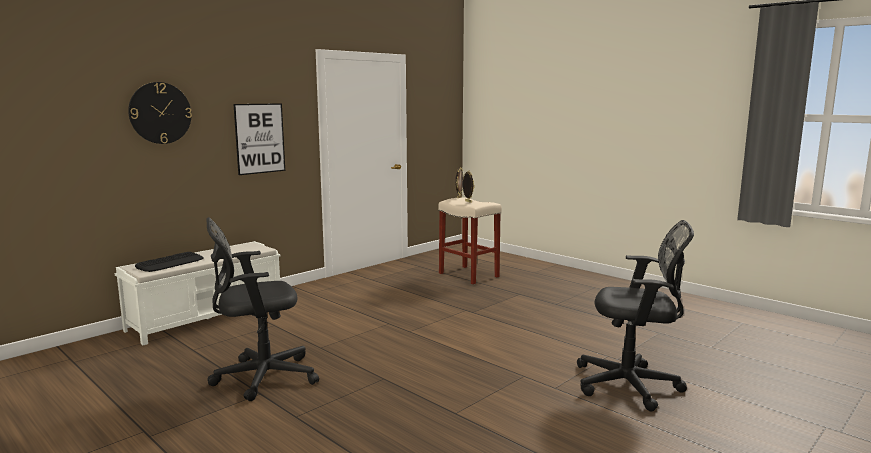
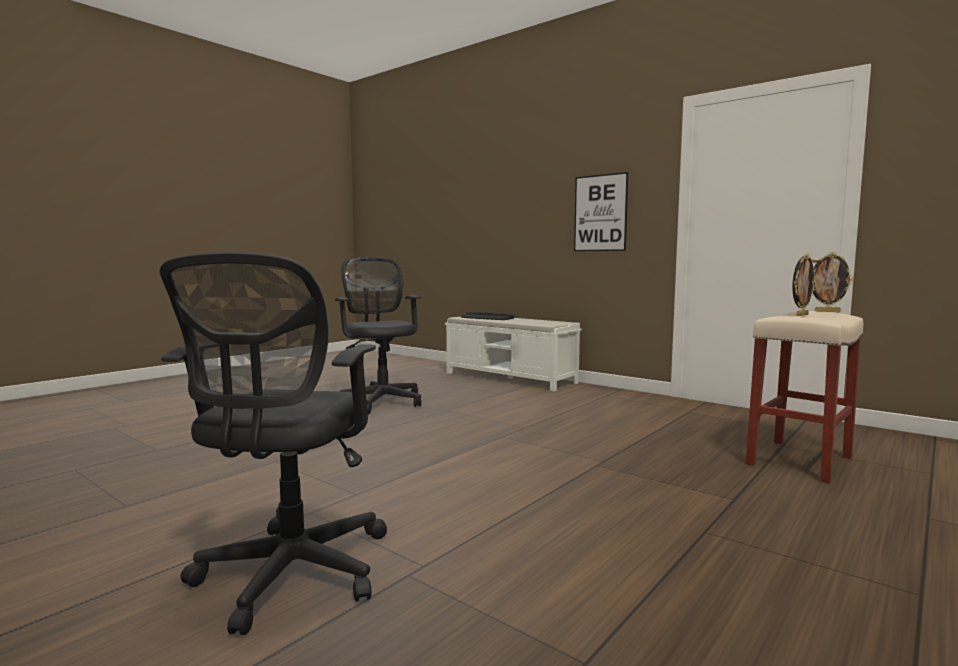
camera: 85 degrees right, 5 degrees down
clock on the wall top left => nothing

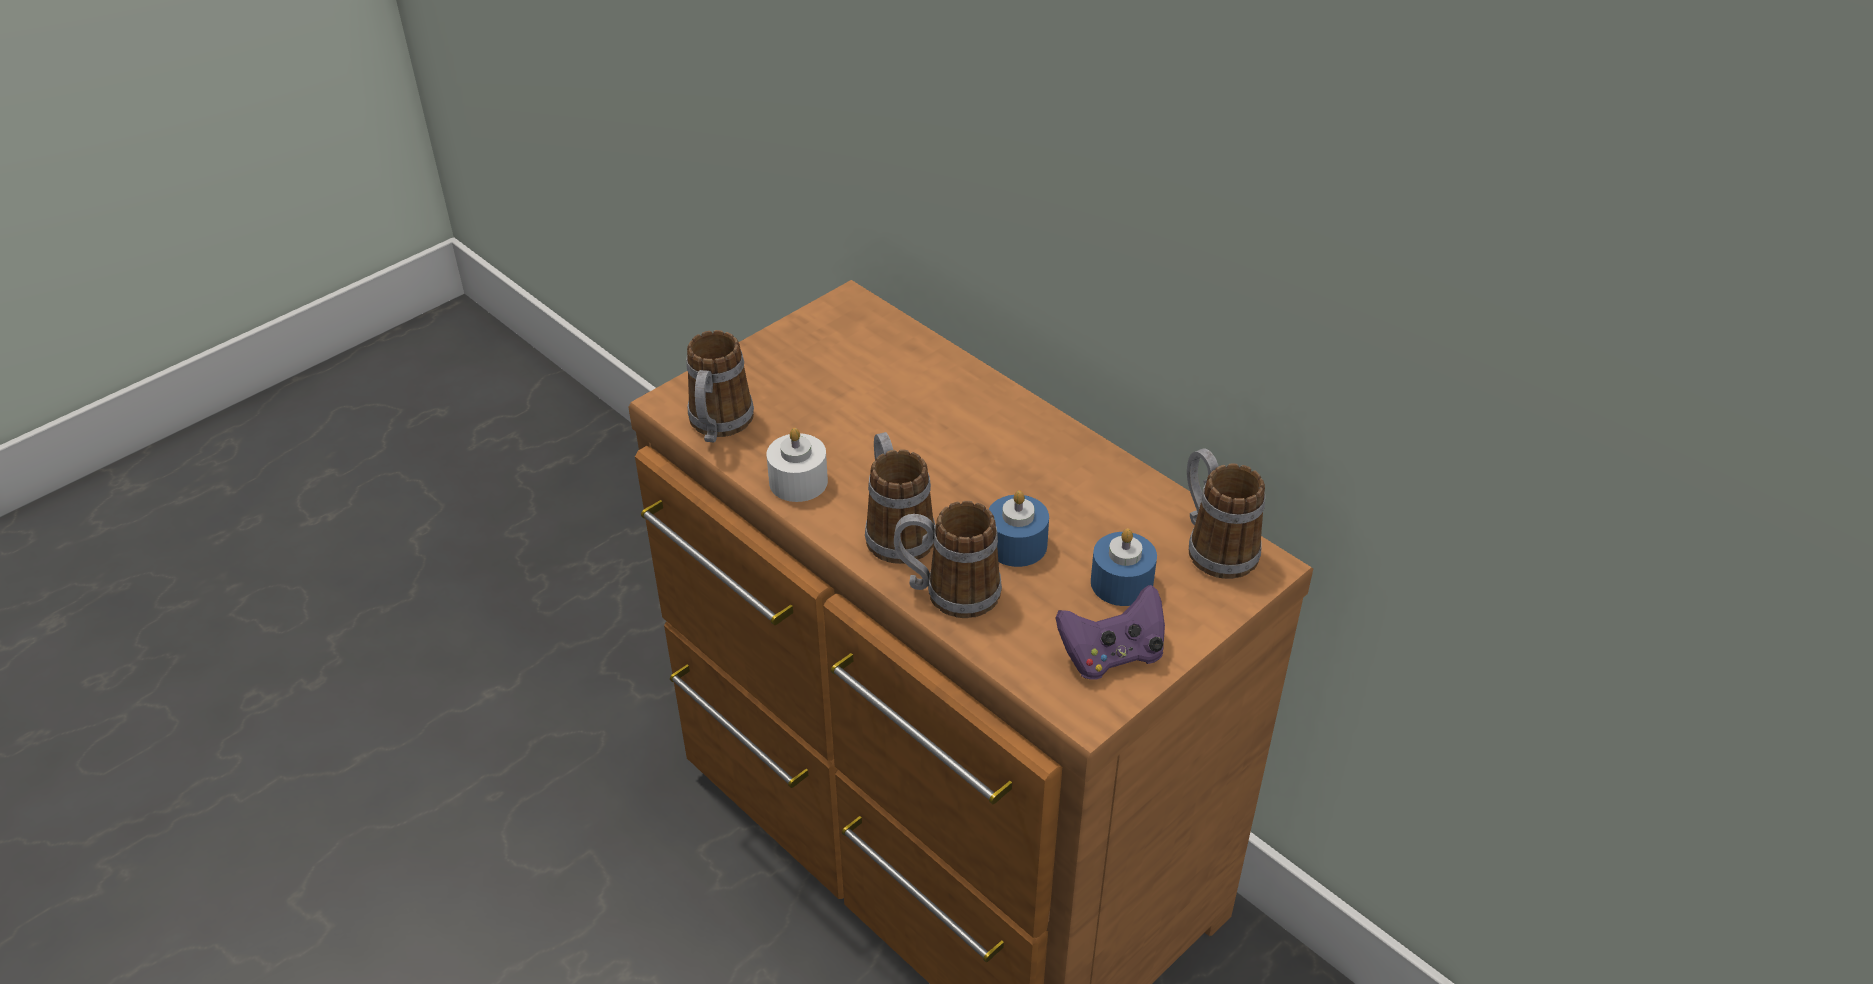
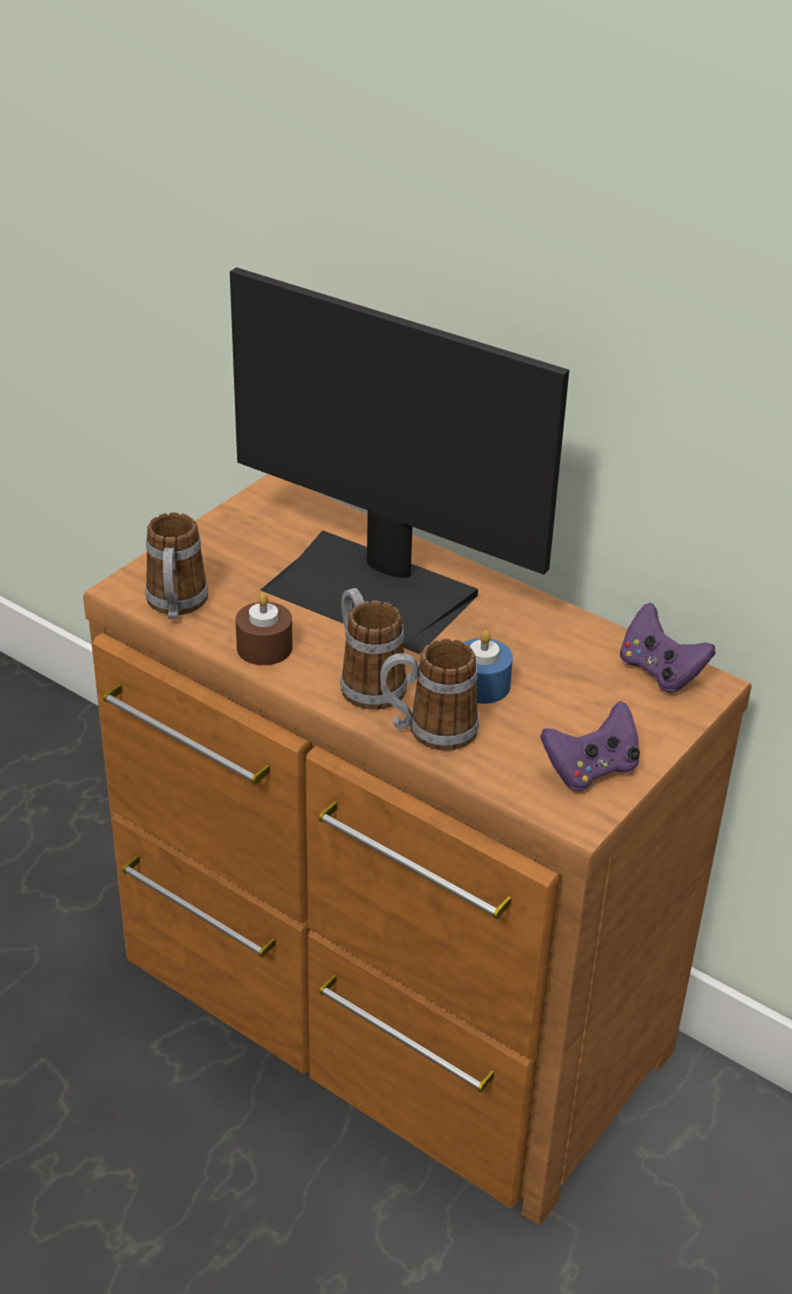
camera: 10 degrees left, 5 degrees down
white-coloured wax light centre => brown wax light centre
blue-coloured wax light (2nd from left) centre => nothing
tea mug (4th from left) centre => purplish joypad (2nd from left) middle right
nothing => computer display centre

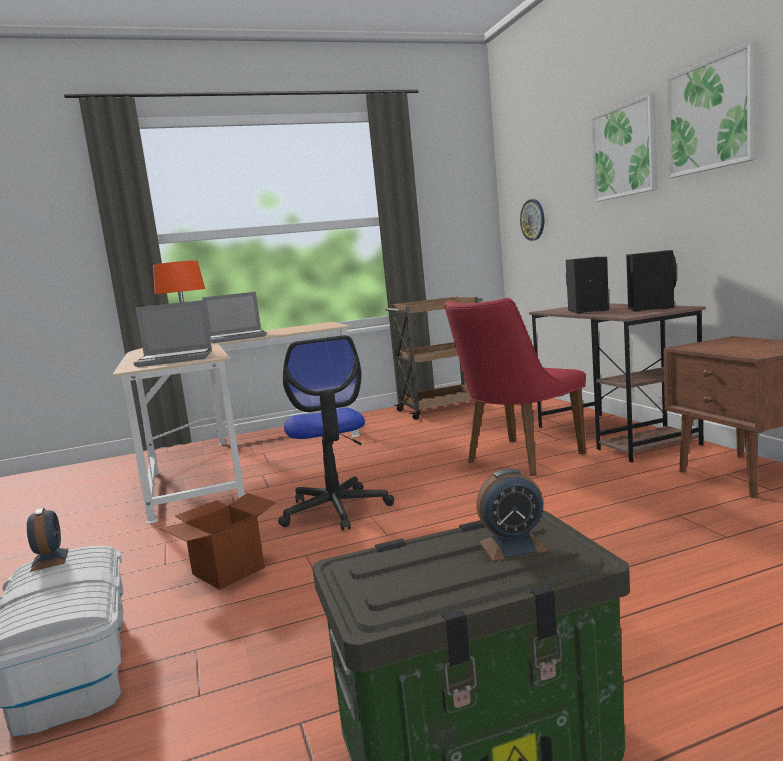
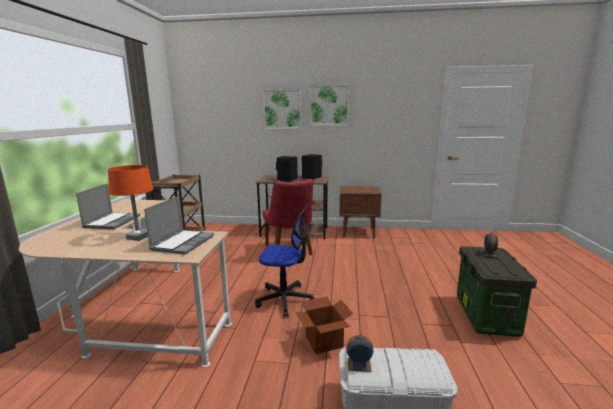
camera: 65 degrees left, 5 degrees up
clock on the wall top right => nothing

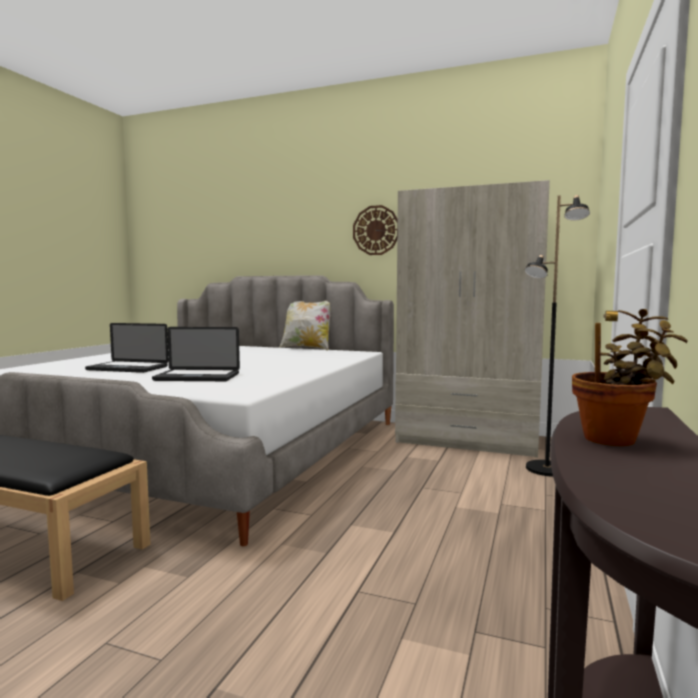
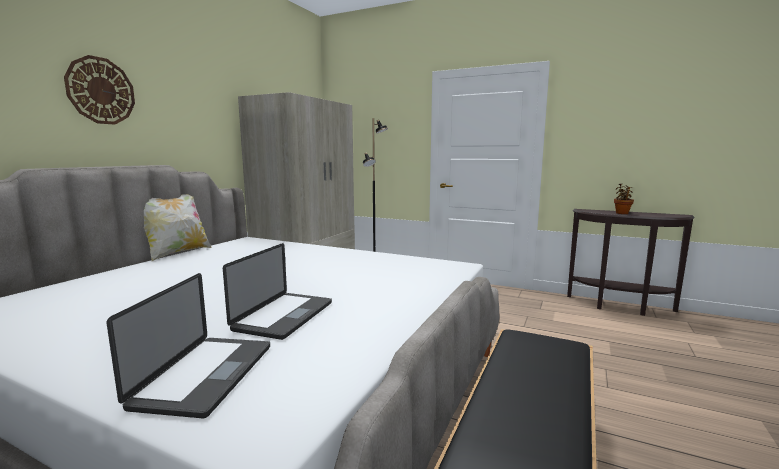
camera: 85 degrees left, 5 degrees up
portable computer (2nd from left in the first image) middle left => portable computer (1st from left) bottom left, move
clock on the wall top centre => clock on the wall top left, move

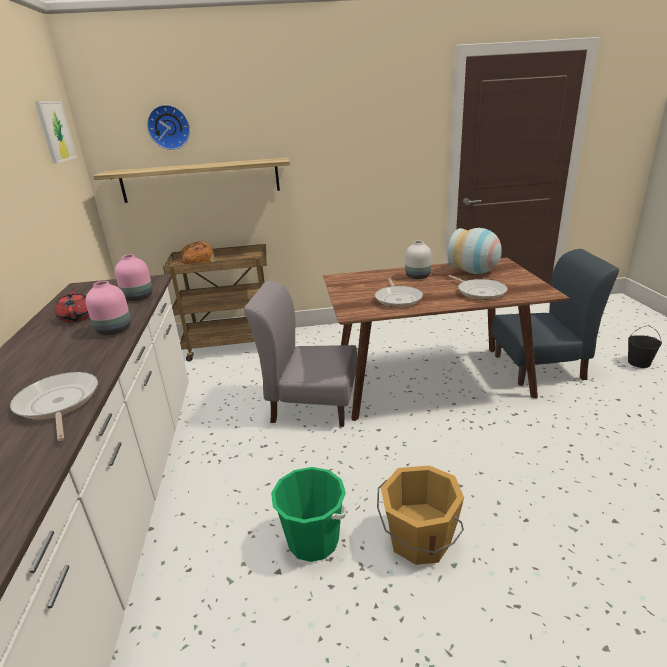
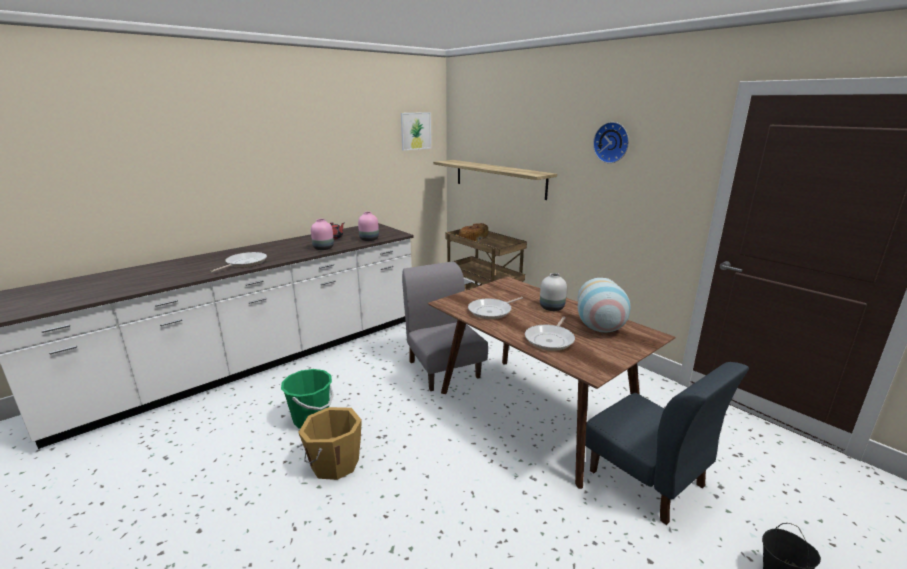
camera: 55 degrees right, 5 degrees down
clock on the wall top left => clock on the wall top right, move

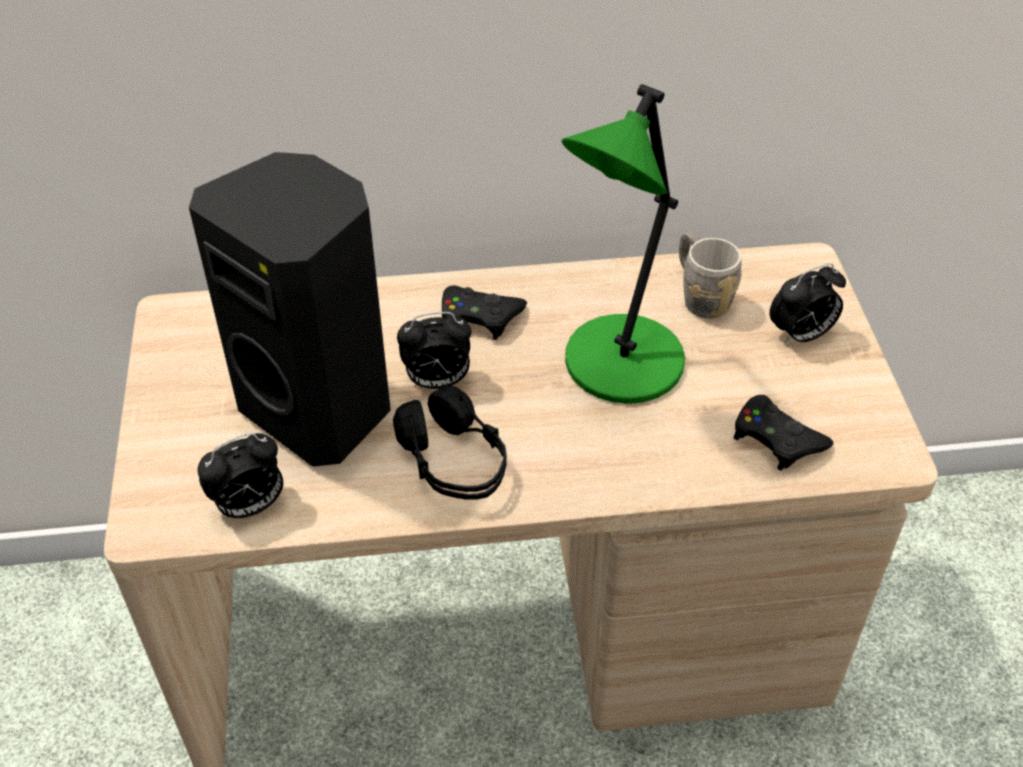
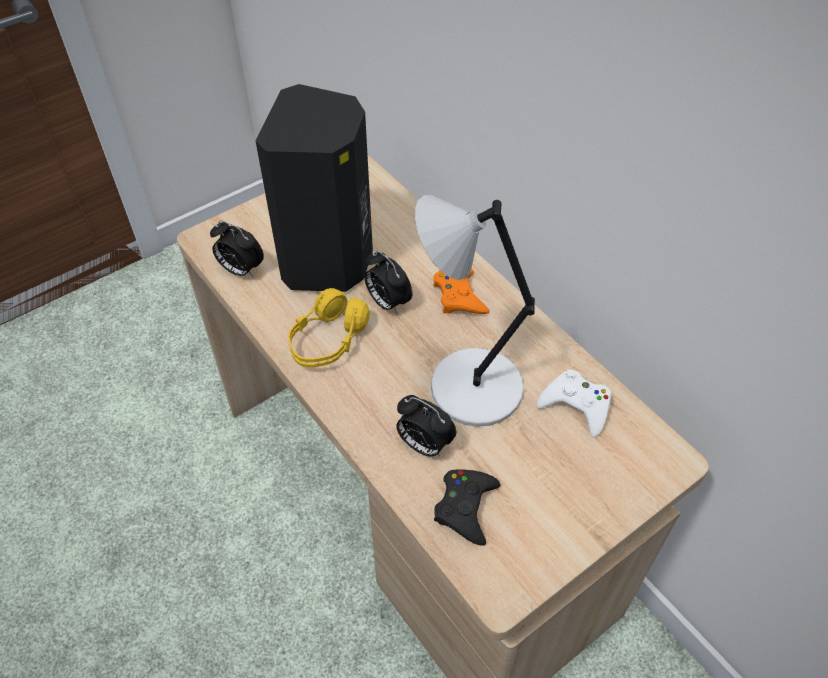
camera: 60 degrees right, 5 degrees up
black-coloured headphones centre => yellow-coloured headphones centre
black-coloured joypad (1st from left) centre => orange-coloured joypad centre
green-coloured tabletop lamp top centre => gray tabletop lamp centre
gray tea mug middle right => white-coloured joypad middle right
bedside clock (3rd from left) middle right => bedside clock (3rd from left) centre, move

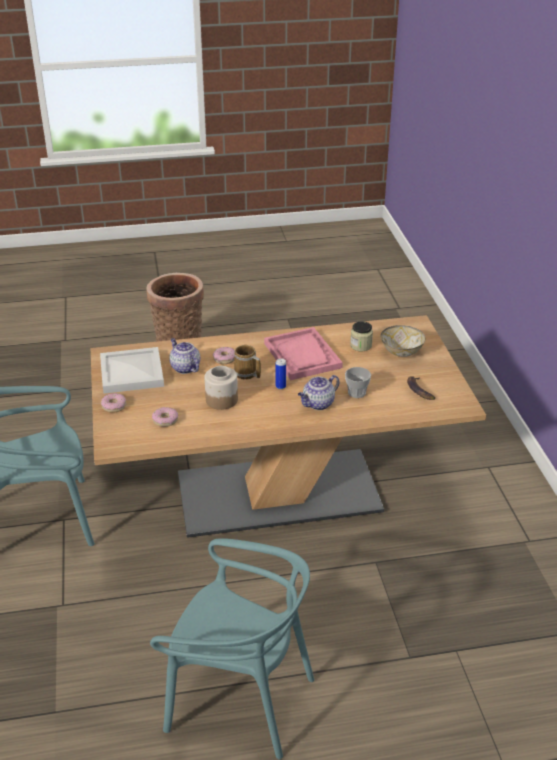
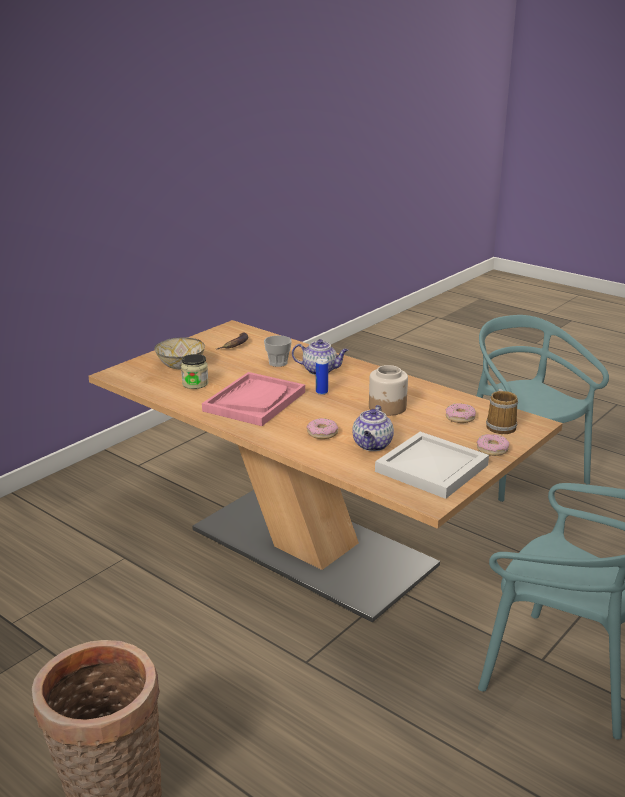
camera: 130 degrees left, 10 degrees down
tea mug centre => tea mug middle right, move

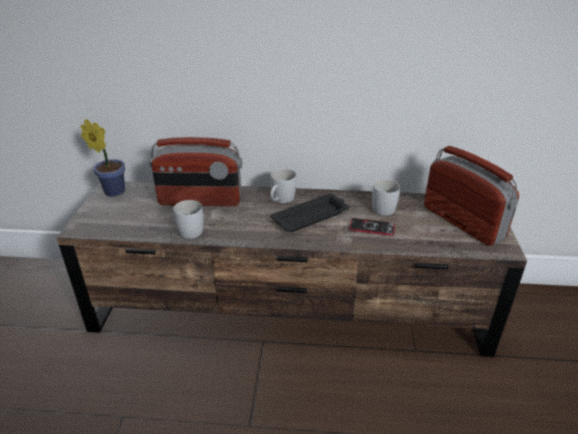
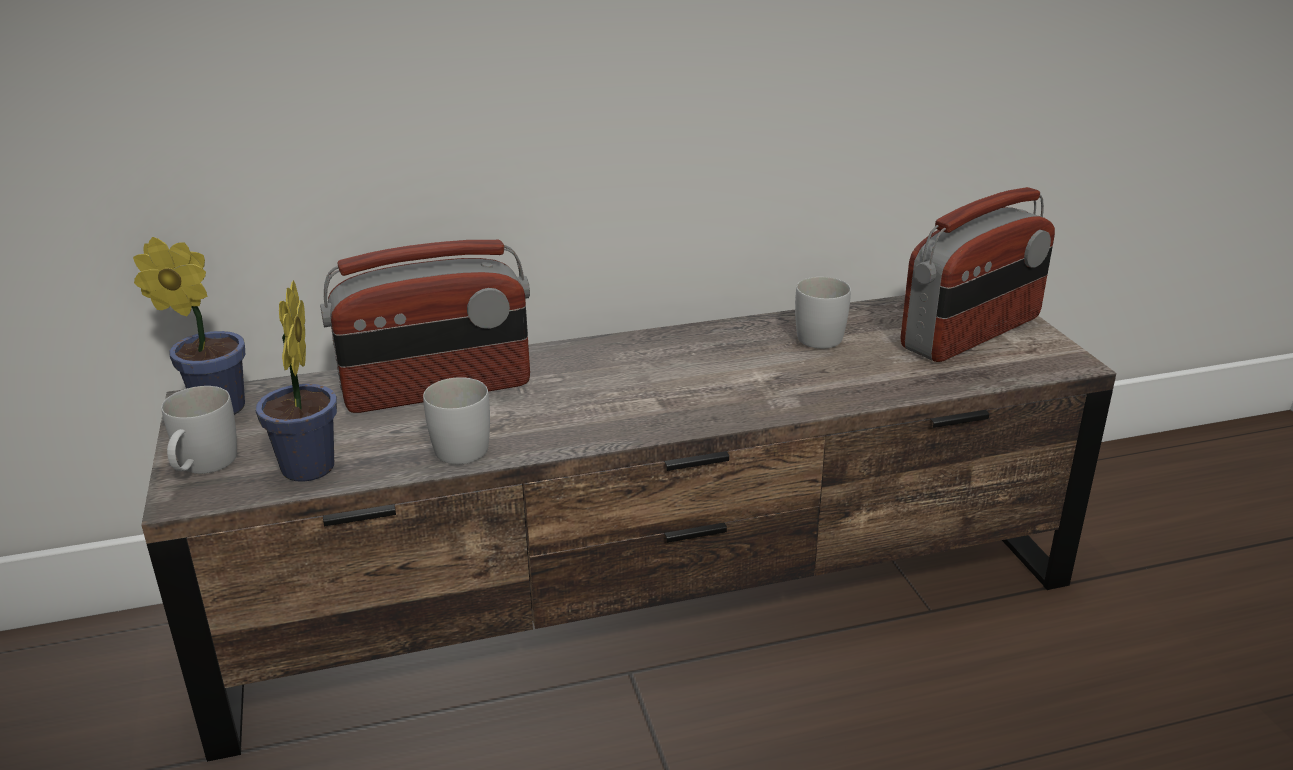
camera: 20 degrees left, 5 degrees down
white-coloured tea mug (2nd from left in the first image) centre => white-coloured tea mug (1st from left) middle left, move
black-coloured serving tray centre => nothing
handset centre => nothing
radio set (2nd from left) middle right, 105 degrees clockwise
nothing => potted plant (2nd from left) middle left

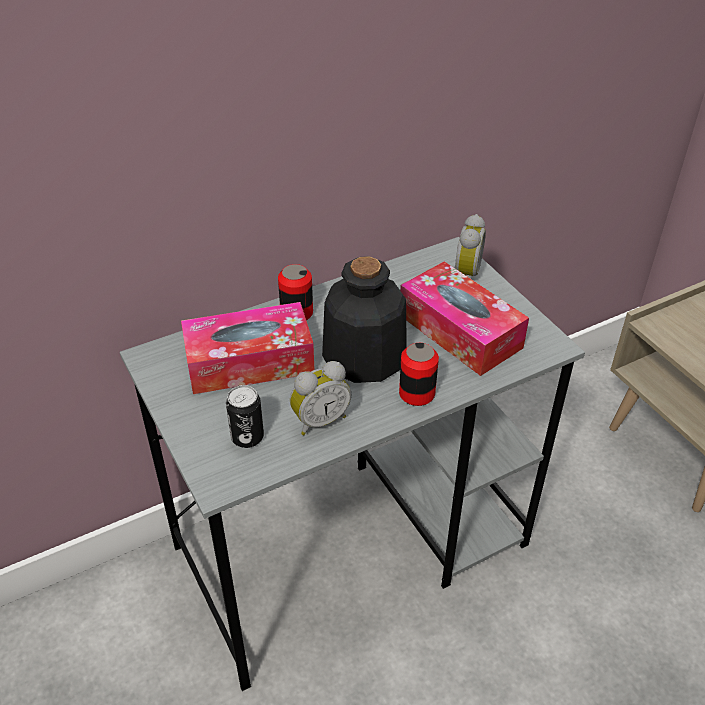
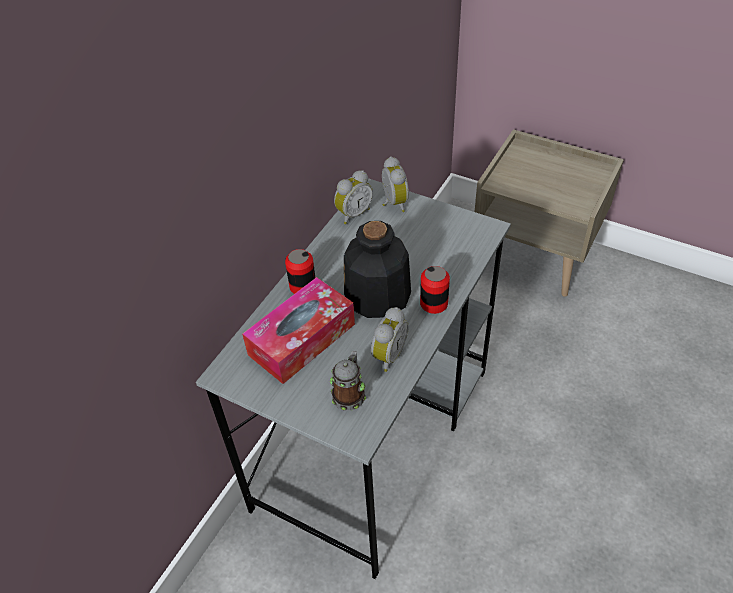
camera: 30 degrees left, 5 degrees up
metal can (1st from left) centre => tea mug centre
tissue holder (2nd from left) centre => nothing
nothing => bedside clock (1st from left) top centre

